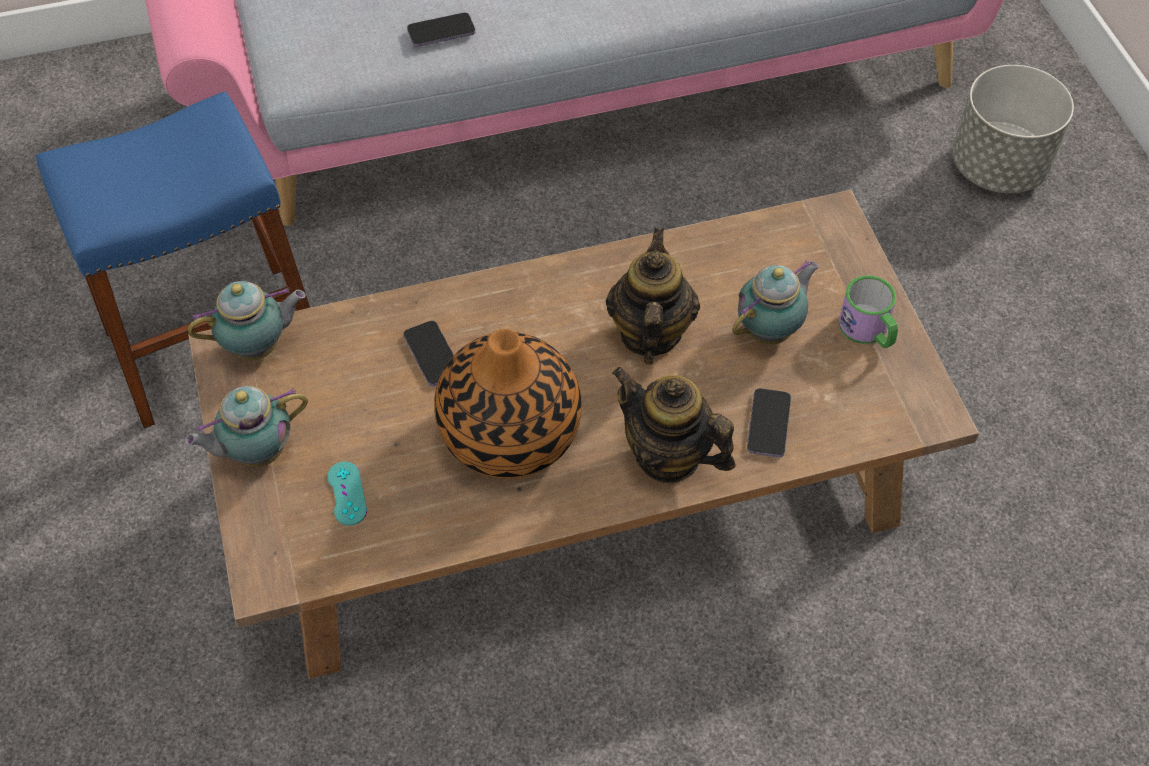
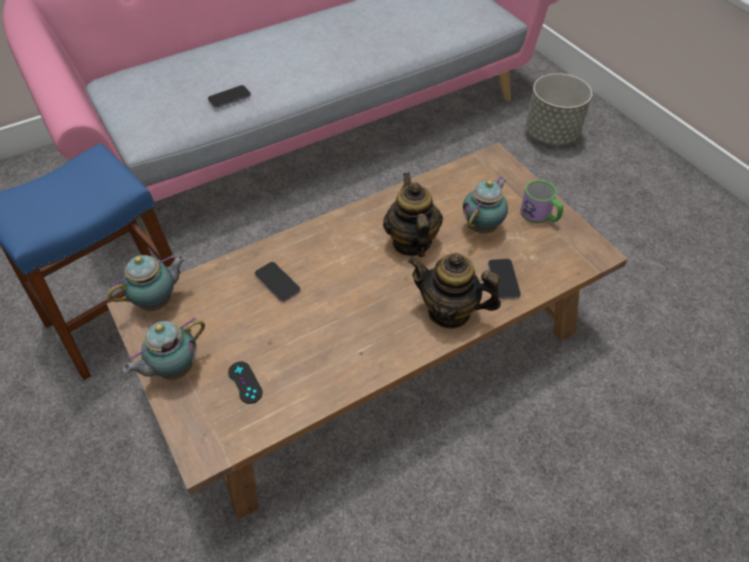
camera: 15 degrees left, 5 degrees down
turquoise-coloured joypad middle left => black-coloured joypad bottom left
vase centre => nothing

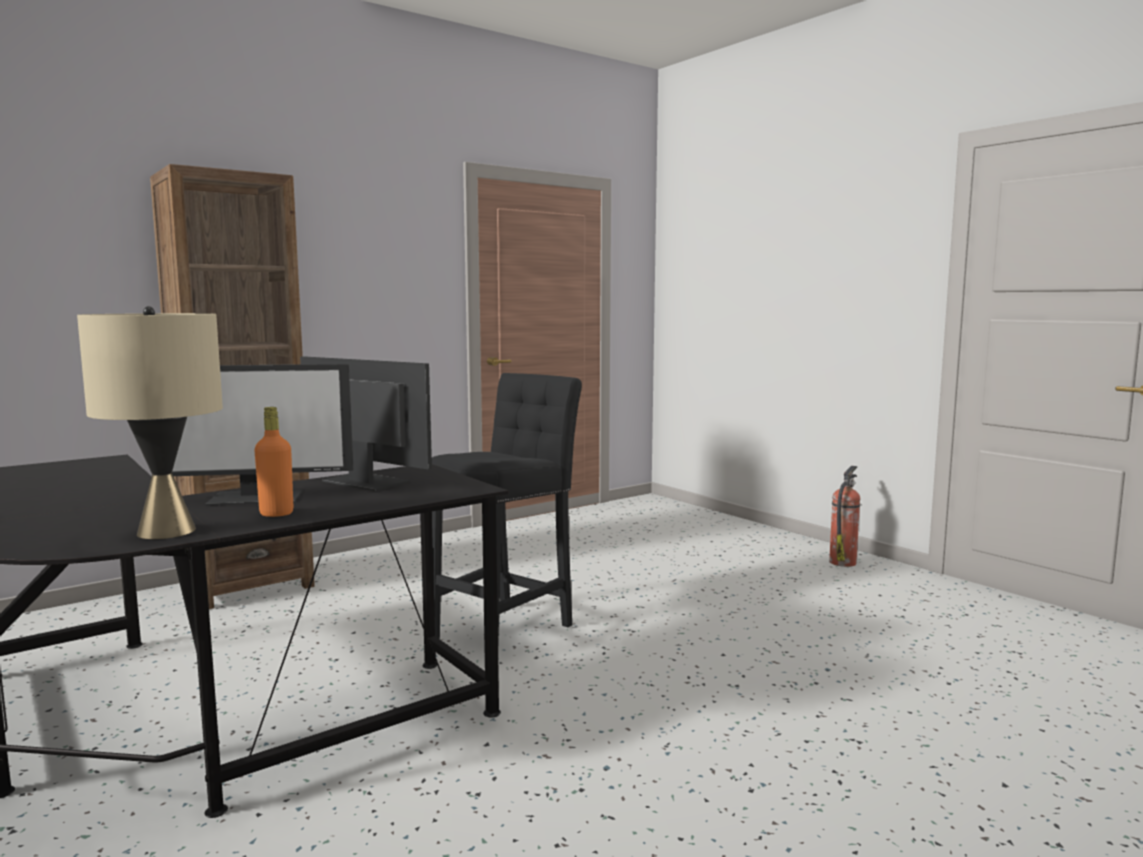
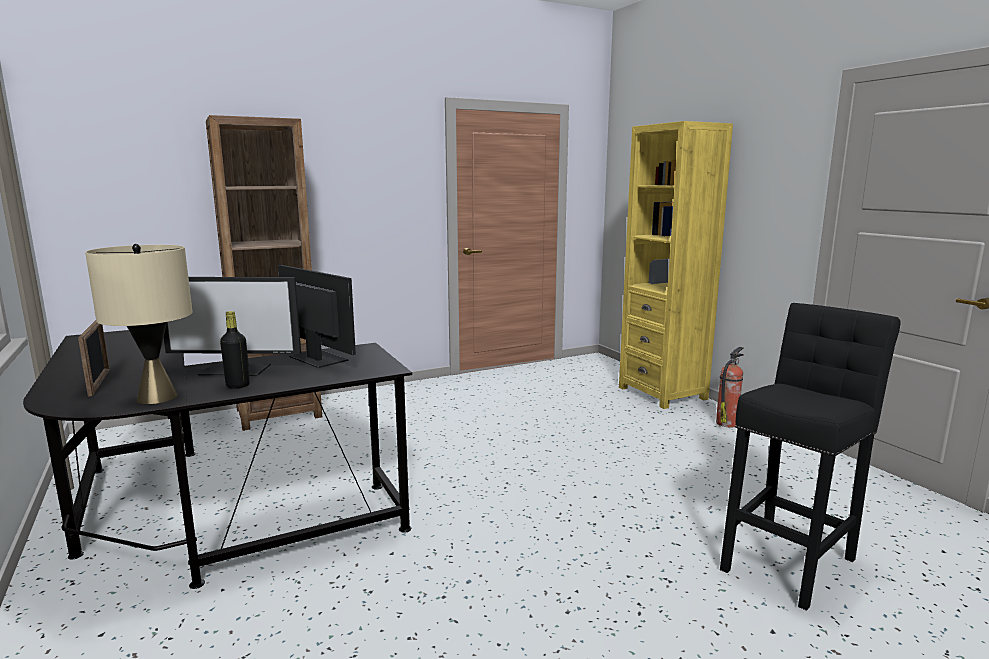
camera: 10 degrees right, 5 degrees up
orange-coloured beverage bottle middle left => black-coloured beverage bottle middle left
black-coloured stool seat centre => black-coloured stool seat bottom right, move
nothing => standing frame middle left
nothing => yellow-coloured bookshelf middle right

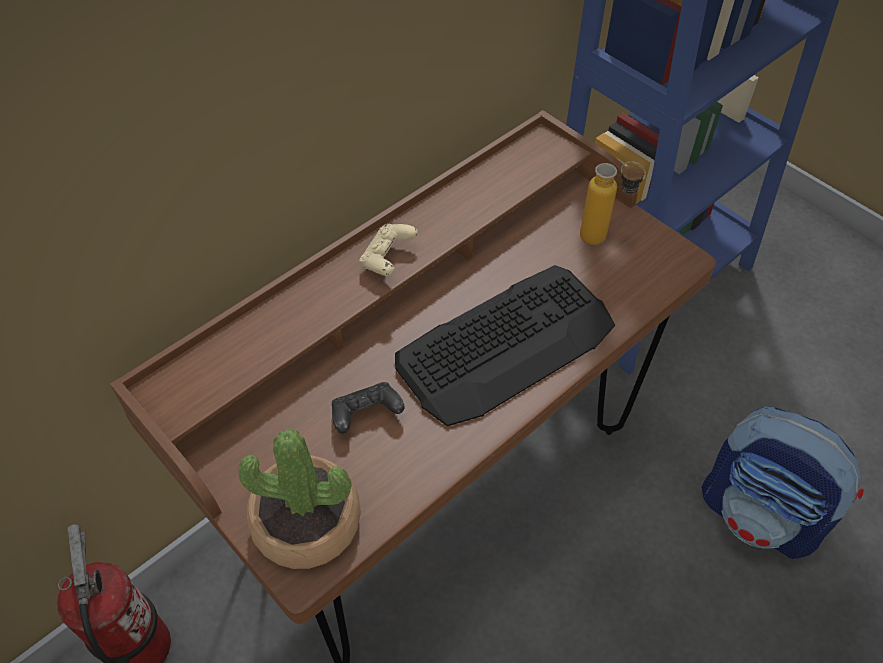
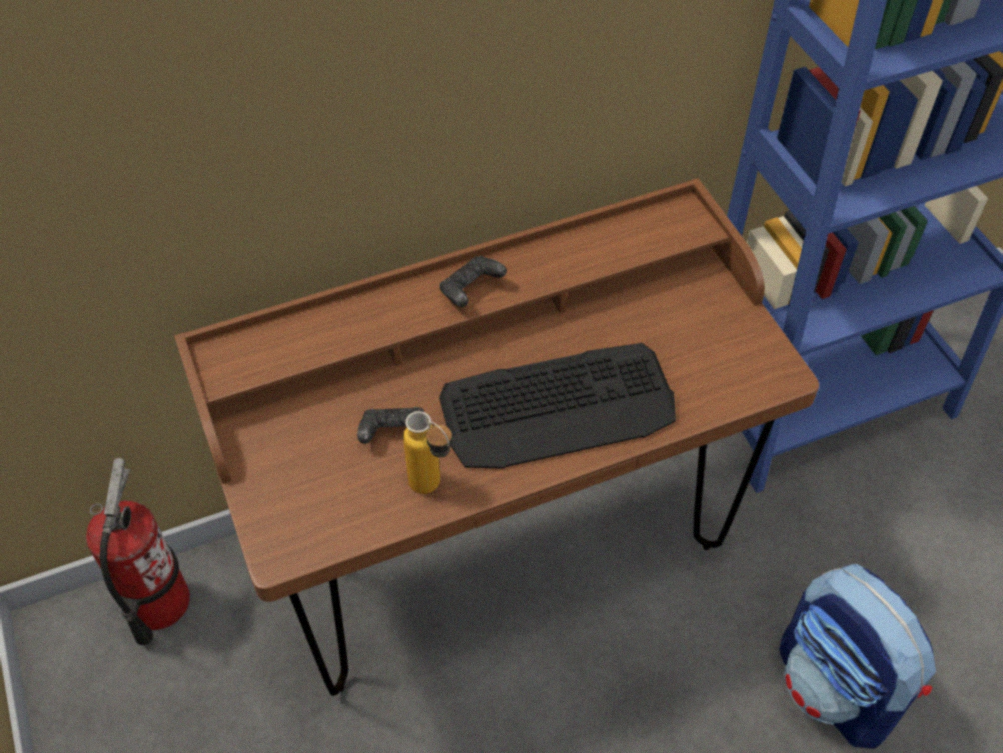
camera: 20 degrees right, 0 degrees up
potted plant bottom centre => nothing
beige joypad centre => black-coloured joypad (2nd from left) centre
beverage bottle top right => beverage bottle centre, move

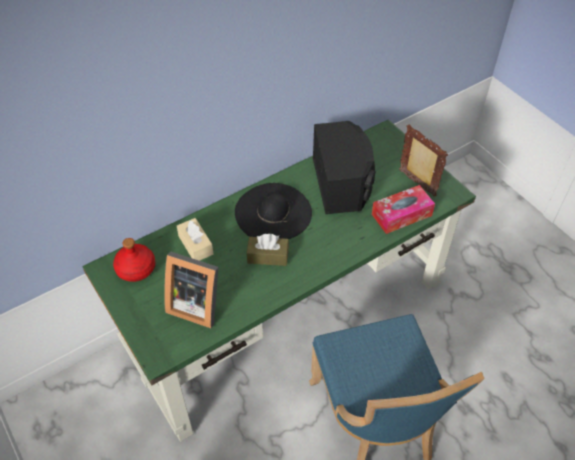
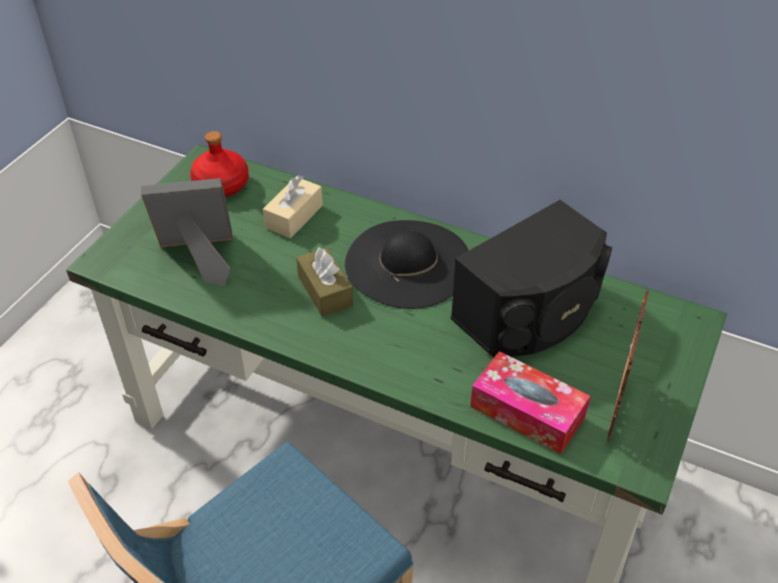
camera: 60 degrees right, 5 degrees down
standing frame (1st from left) middle left, 90 degrees clockwise

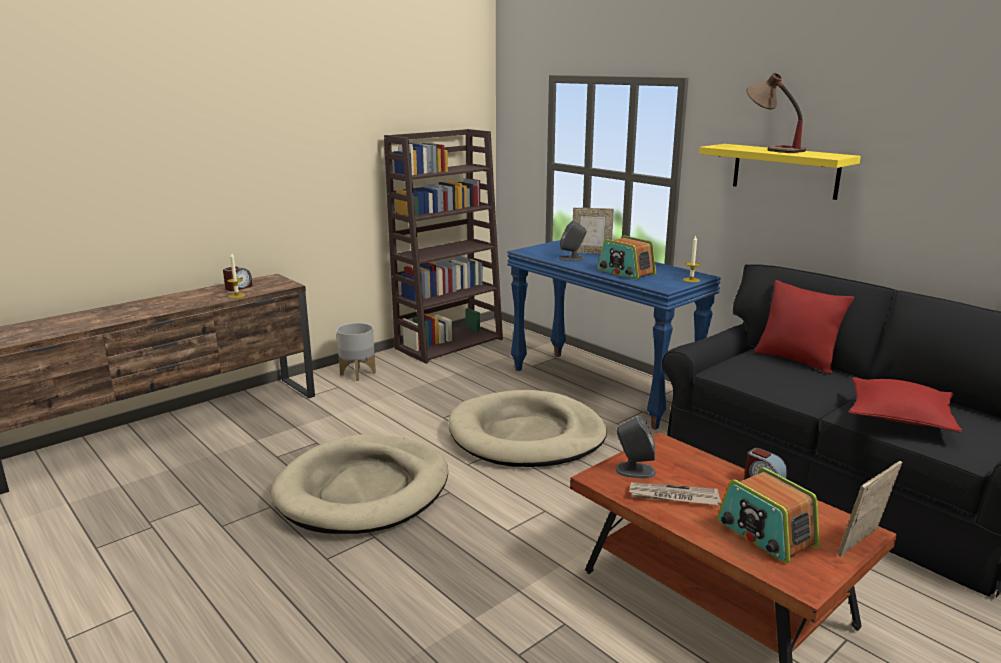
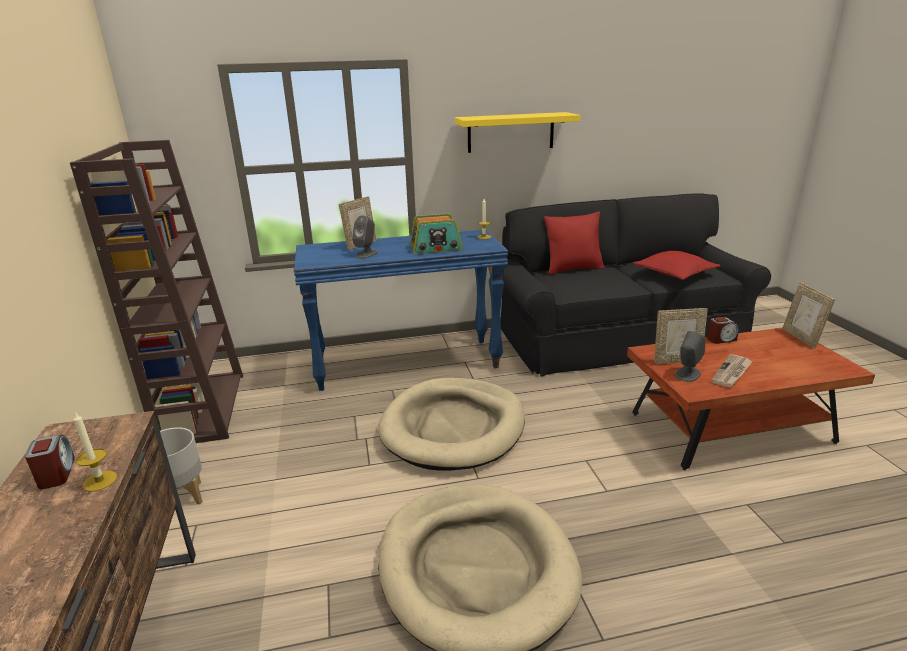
camera: 60 degrees left, 5 degrees up
radio set (2nd from left) bottom right => nothing
tabletop lamp top right => nothing
nothing => standing frame (2nd from left) middle right

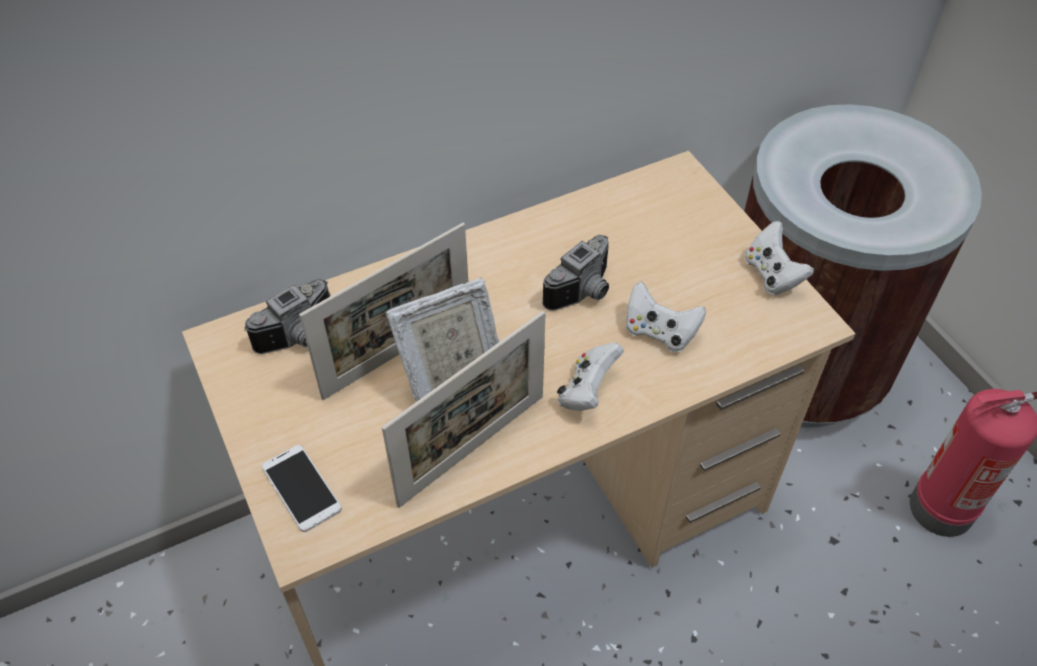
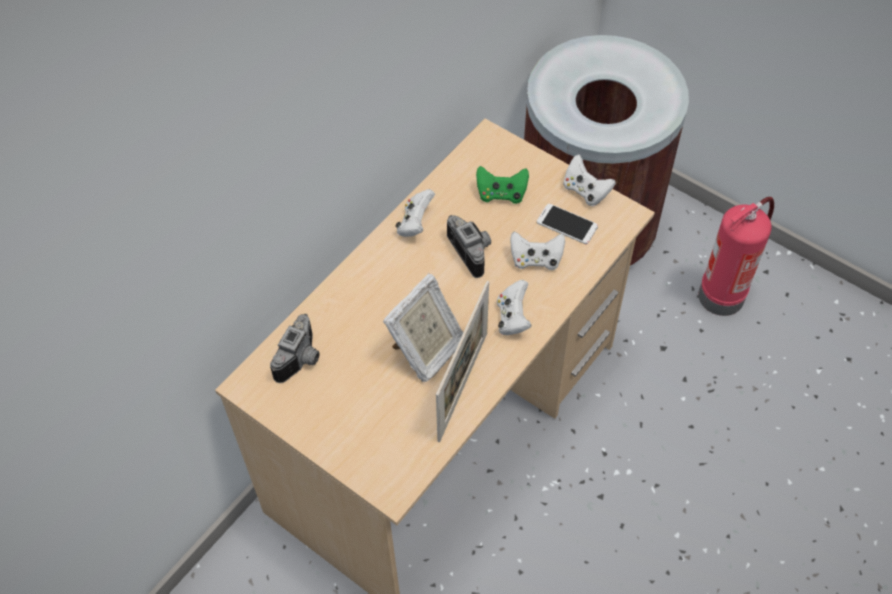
camera: 25 degrees left, 5 degrees up
handset bottom left => handset centre, move
standing frame (1st from left) centre => nothing
photo camera (2nd from left) centre, 45 degrees counterclockwise
nothing => white-coloured joypad (1st from left) centre
nothing => green-coloured joypad top centre

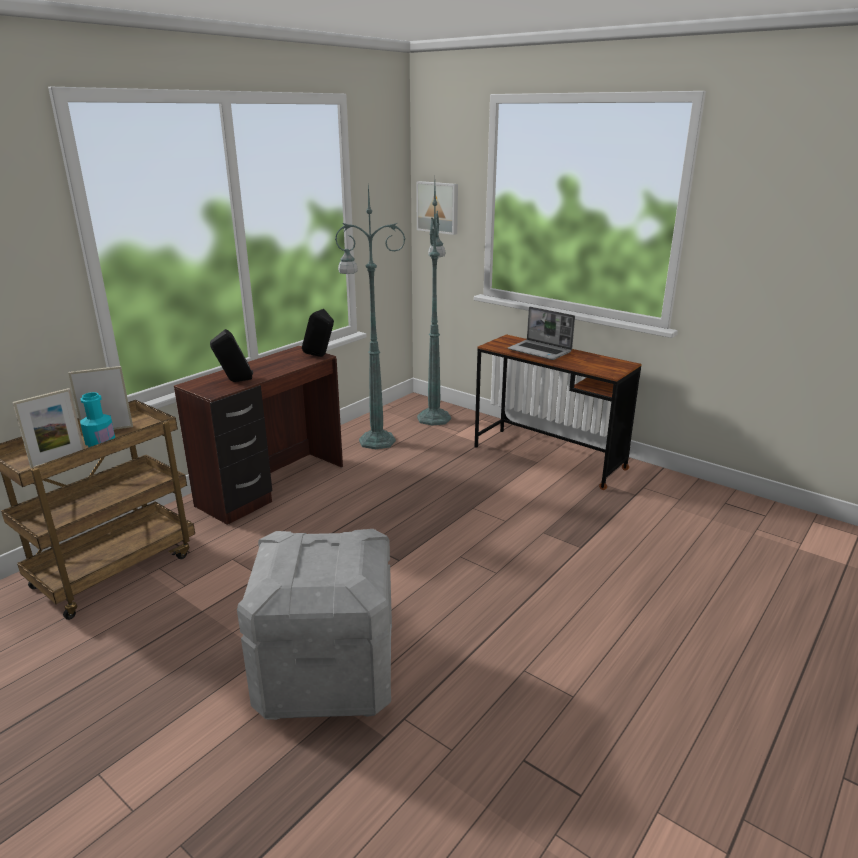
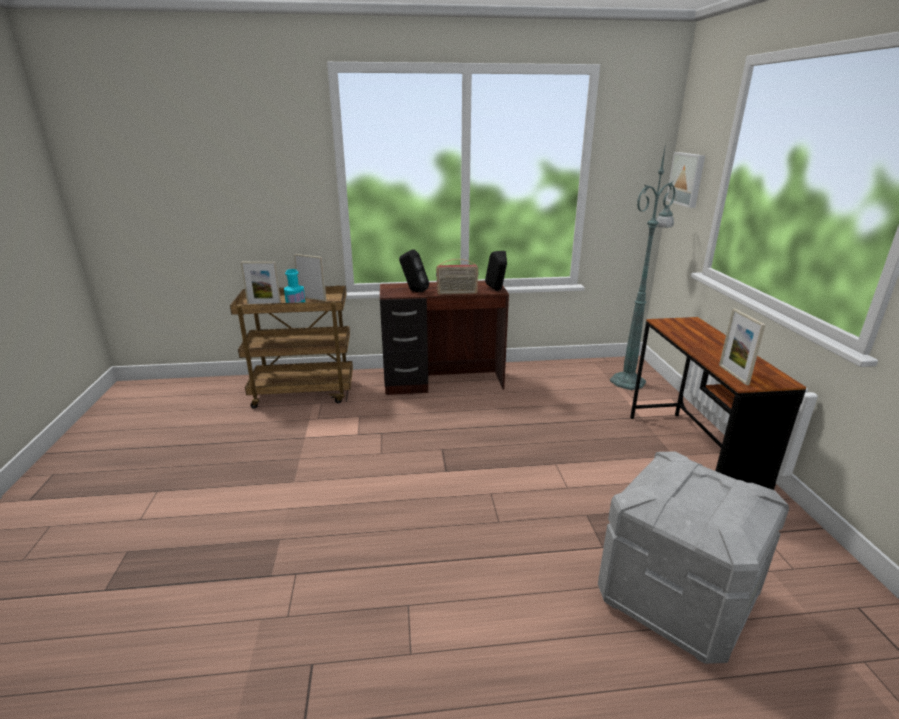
camera: 45 degrees right, 0 degrees up
gray storage container bottom centre => gray storage container bottom right, move
green-coloured standard lamp (1st from left) centre => nothing
portable computer centre => nothing
nothing => radio set centre
nothing => standing frame (3rd from left) middle right

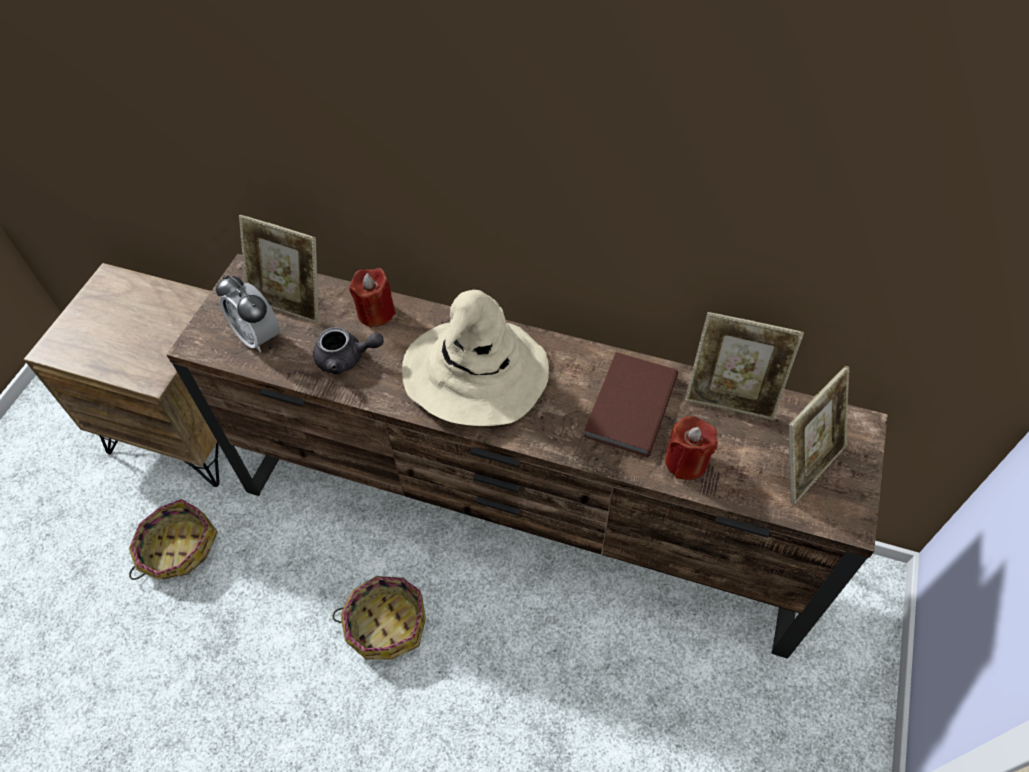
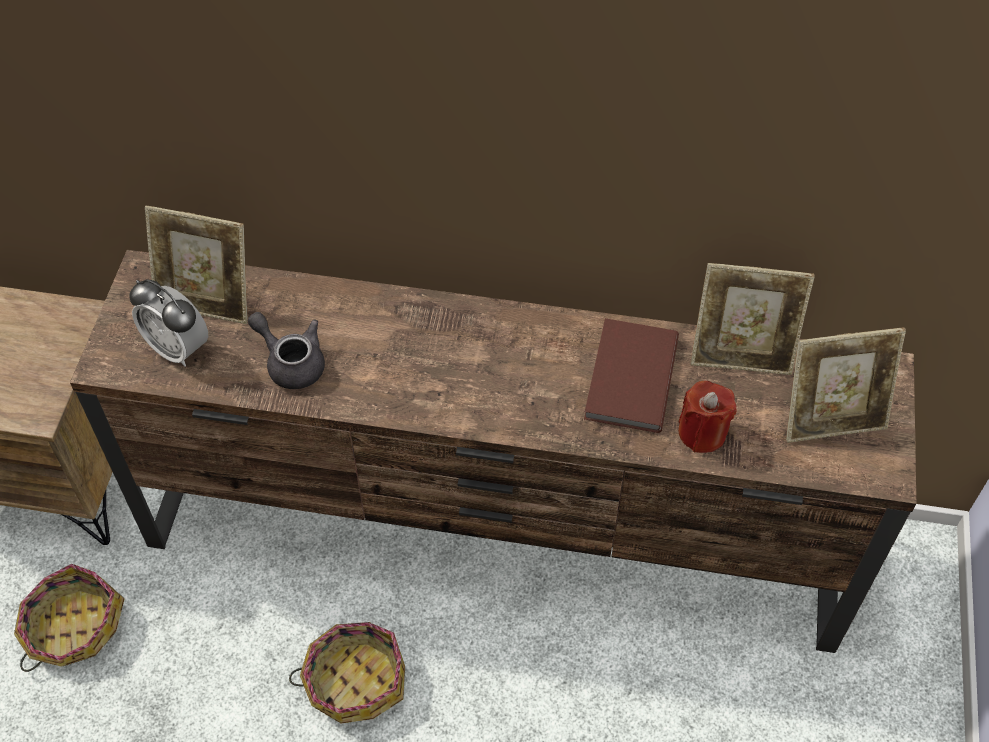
camera: 10 degrees left, 0 degrees up
gray pot for tea centre => gray pot for tea middle left, 135 degrees counterclockwise
reddish wax light (1st from left) centre => nothing
beige hat centre => nothing
standing frame (3rd from left) middle right, 45 degrees clockwise

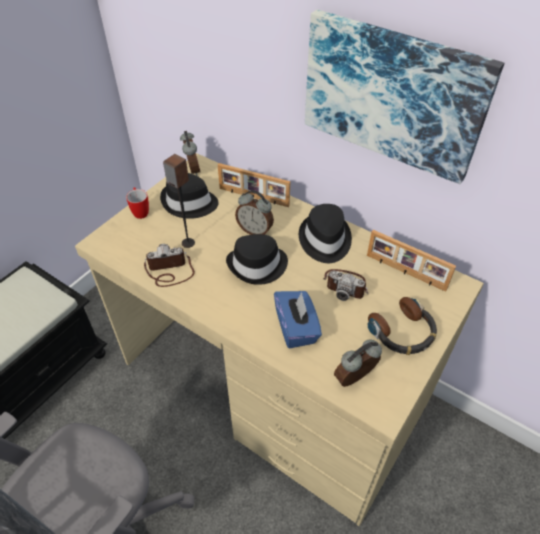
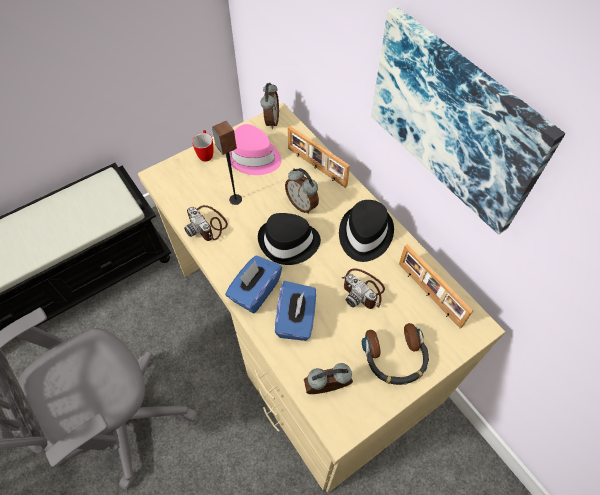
camera: 20 degrees right, 10 degrees up
photo camera (1st from left) middle left => photo camera (1st from left) centre, 135 degrees counterclockwise
black-coloured hat (1st from left) centre => pinkish hat top centre
nothing => blue-coloured tissue holder (1st from left) centre

